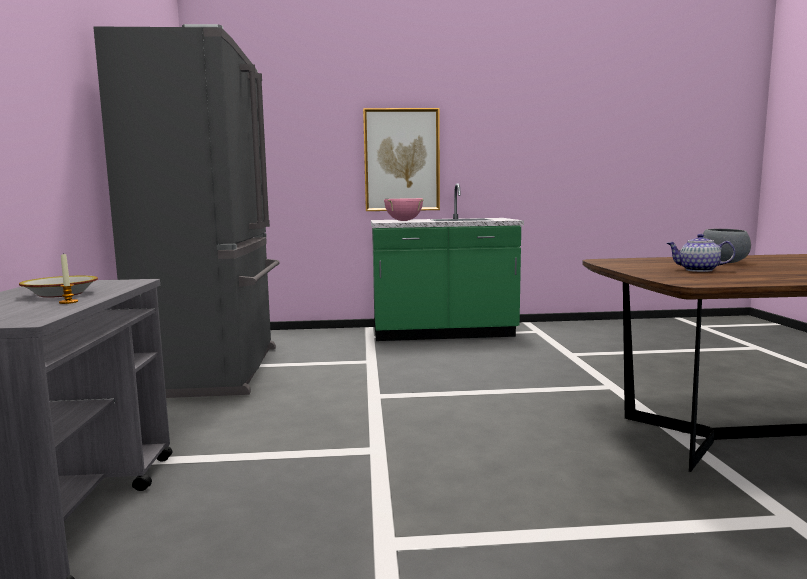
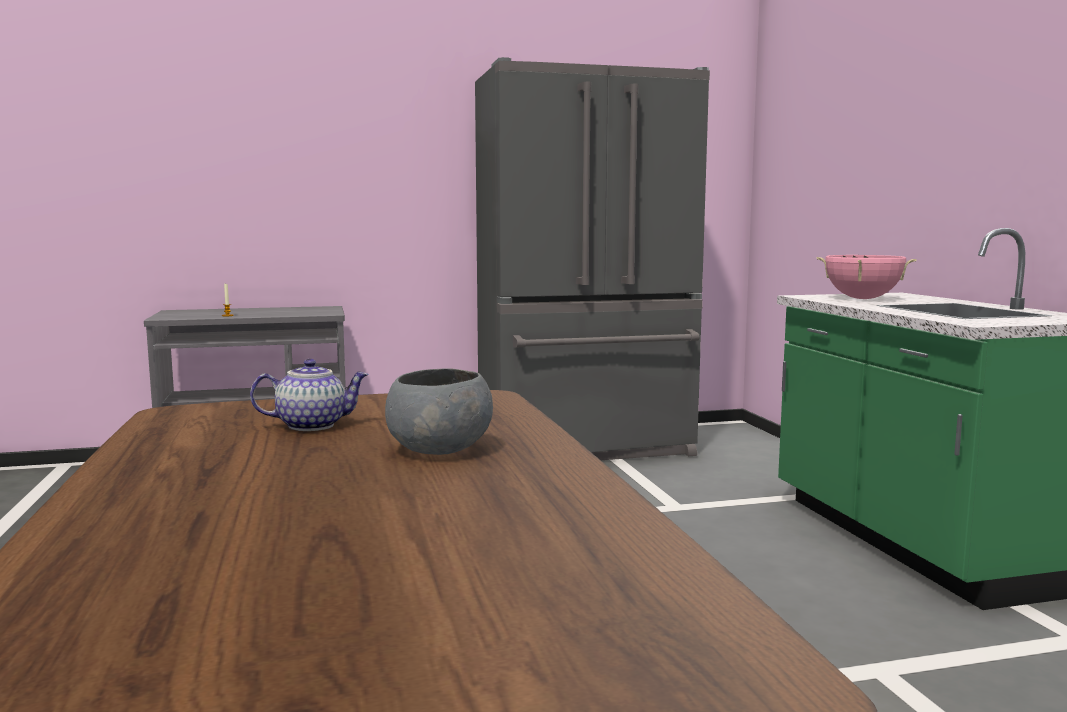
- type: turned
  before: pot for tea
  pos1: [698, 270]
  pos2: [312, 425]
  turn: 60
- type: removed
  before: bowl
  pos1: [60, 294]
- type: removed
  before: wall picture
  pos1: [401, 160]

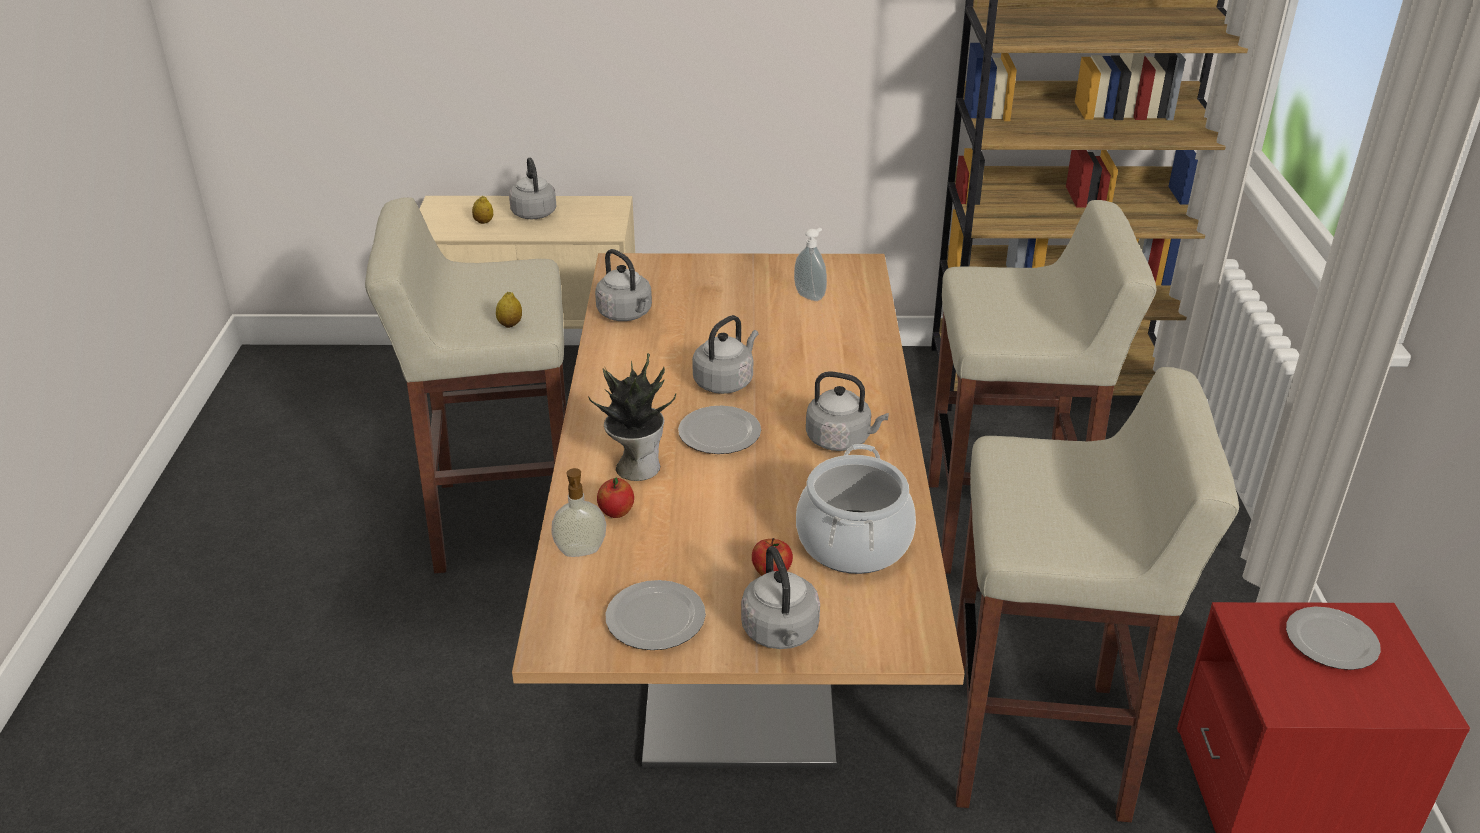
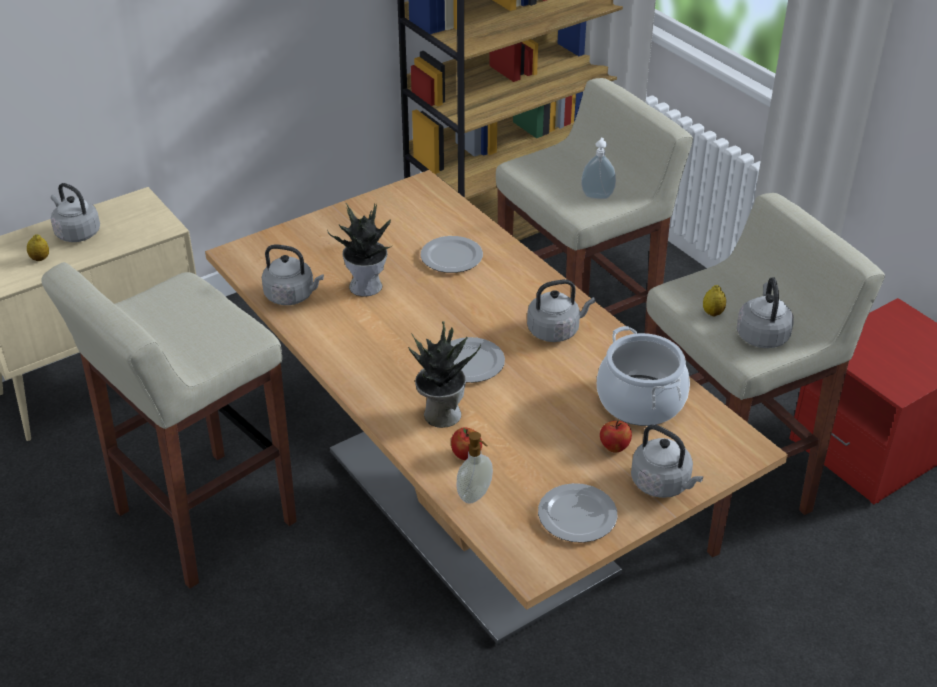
- type: added
  after: potted plant
  pos2: [367, 286]
- type: moved
  before: dinner plate
  pos1: [1332, 642]
  pos2: [452, 257]
- type: moved
  before: soap dispenser
  pos1: [811, 296]
  pos2: [597, 195]
- type: moved
  before: citrus fruit
  pos1: [510, 324]
  pos2: [712, 313]
- type: moved
  before: kettle/greyish
  pos1: [725, 381]
  pos2: [762, 335]

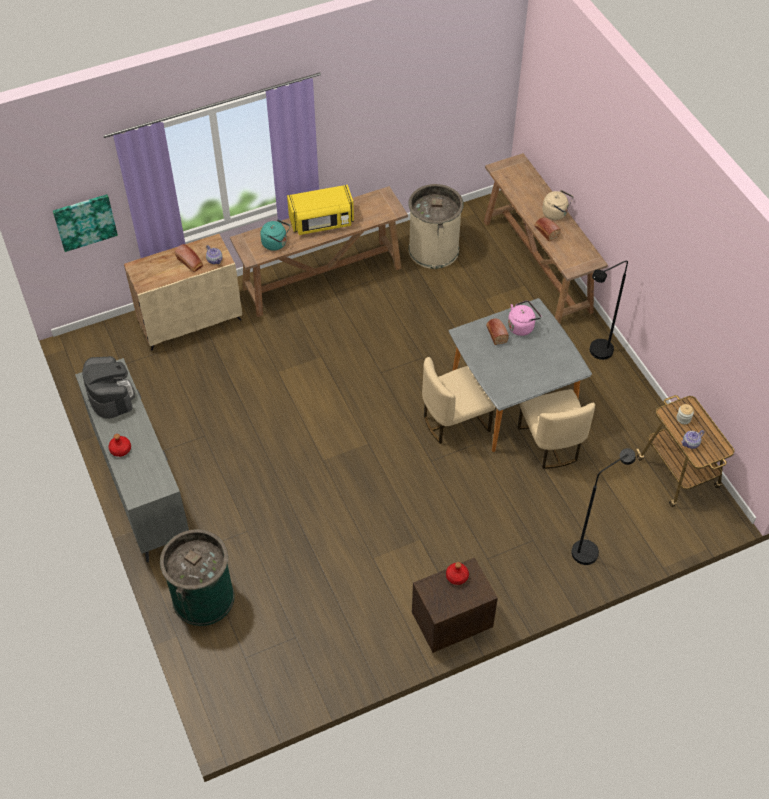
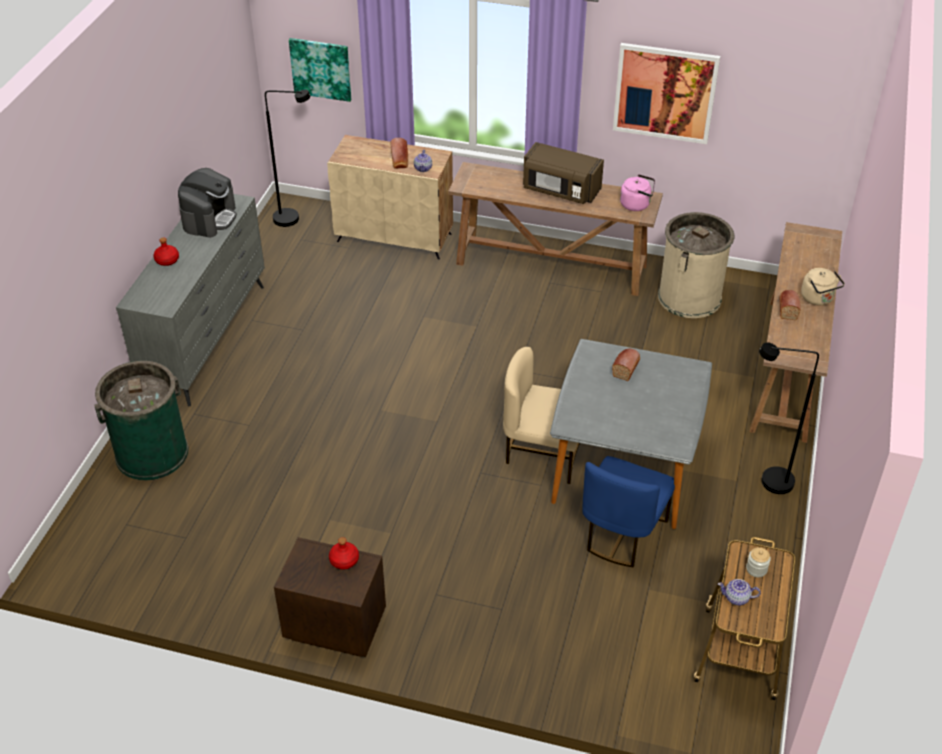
- type: moved
  before: standing lamp/blackish
  pos1: [590, 548]
  pos2: [293, 219]
- type: recoloured
  before: microwave oven/yellow
  after: microwave oven/brown
  pos1: [322, 222]
  pos2: [560, 190]
- type: recoloured
  before: chair/beige
  after: chair/bluish
  pos1: [550, 443]
  pos2: [622, 534]
- type: added
  after: wall picture
  pos2: [665, 93]
- type: moved
  before: kettle/pinkish
  pos1: [522, 326]
  pos2: [637, 204]
- type: removed
  before: kettle/turquoise
  pos1: [276, 243]

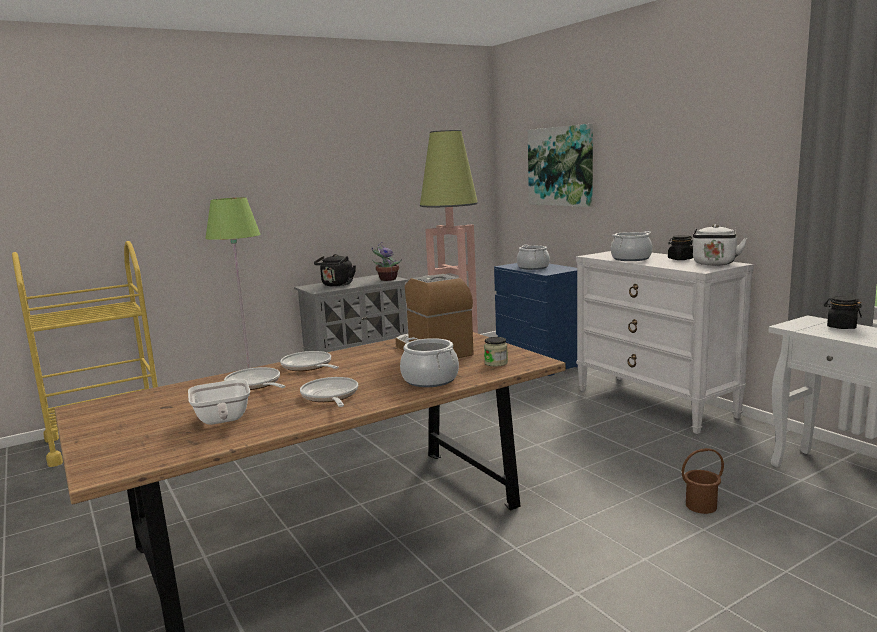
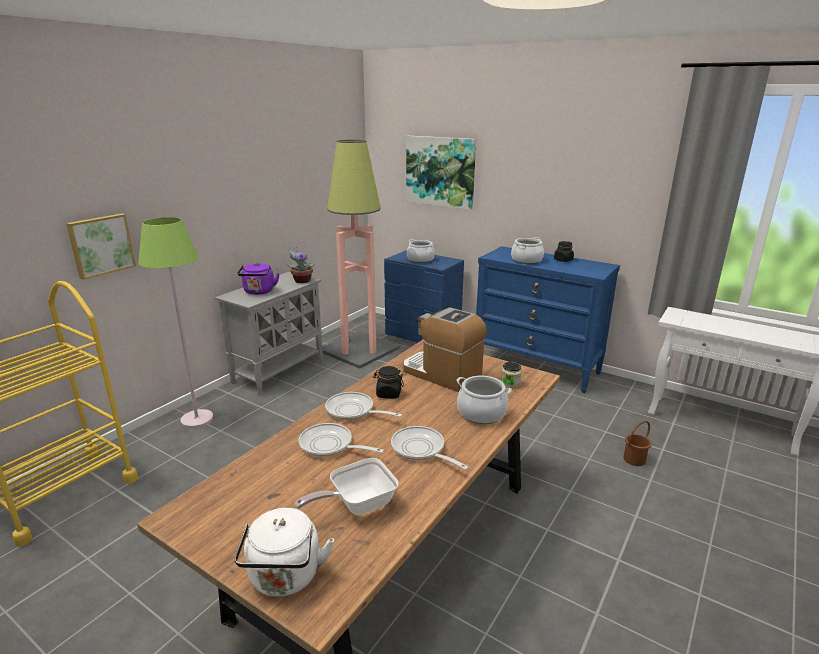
- type: added
  after: wall picture
  pos2: [101, 245]
- type: moved
  before: kettle/whitish
  pos1: [714, 264]
  pos2: [285, 578]
- type: recoloured
  before: kettle/blackish
  after: kettle/purplish
  pos1: [336, 285]
  pos2: [259, 292]
- type: turned
  before: frying pan
  pos1: [222, 421]
  pos2: [357, 504]
  turn: 105
- type: moved
  before: storage jar/blackish
  pos1: [841, 327]
  pos2: [388, 394]
- type: recoloured
  before: chest of drawers/whitish
  after: chest of drawers/bluish
  pos1: [655, 403]
  pos2: [537, 367]

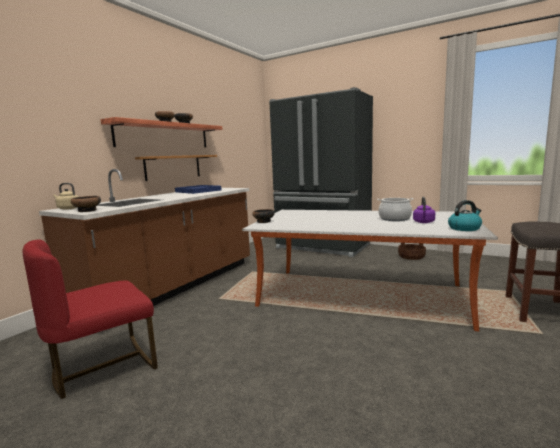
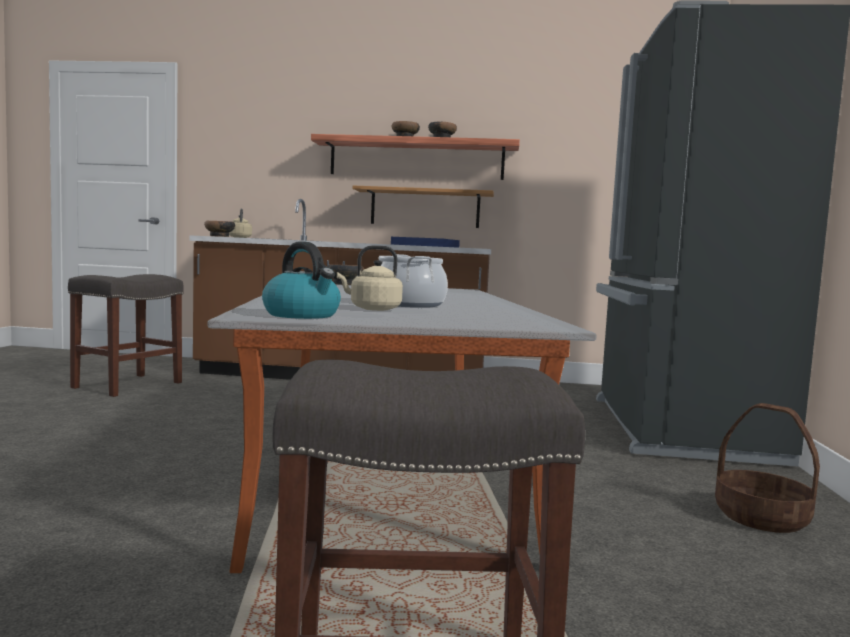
- type: replaced
  before: chair/reddish
  after: stool/greyish
  pos1: [103, 366]
  pos2: [128, 385]
- type: recoloured
  before: kettle/purplish
  after: kettle/beige
  pos1: [423, 222]
  pos2: [372, 309]

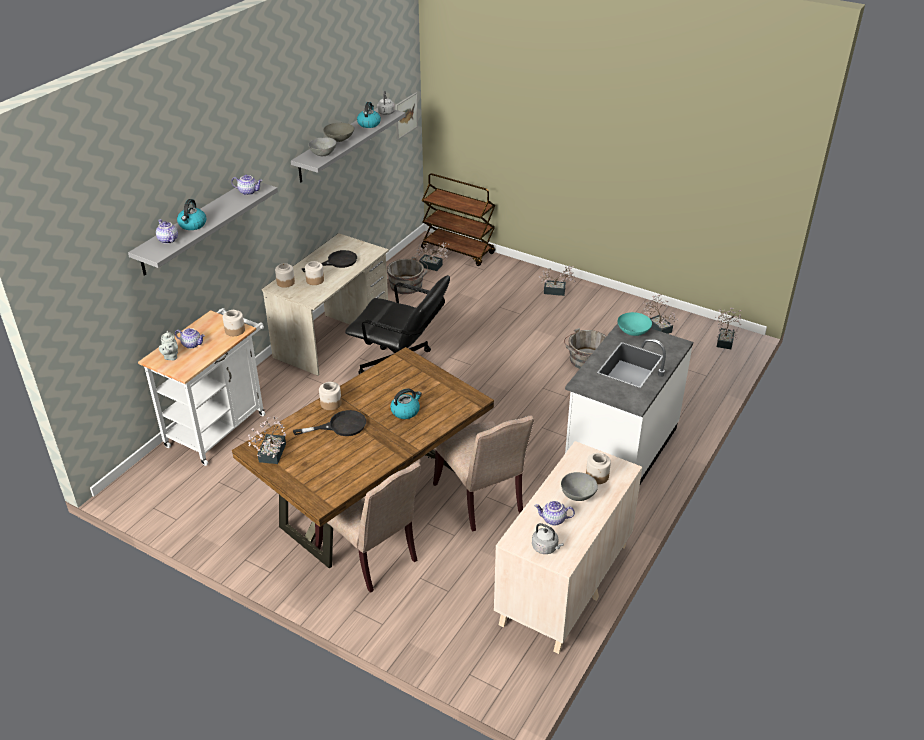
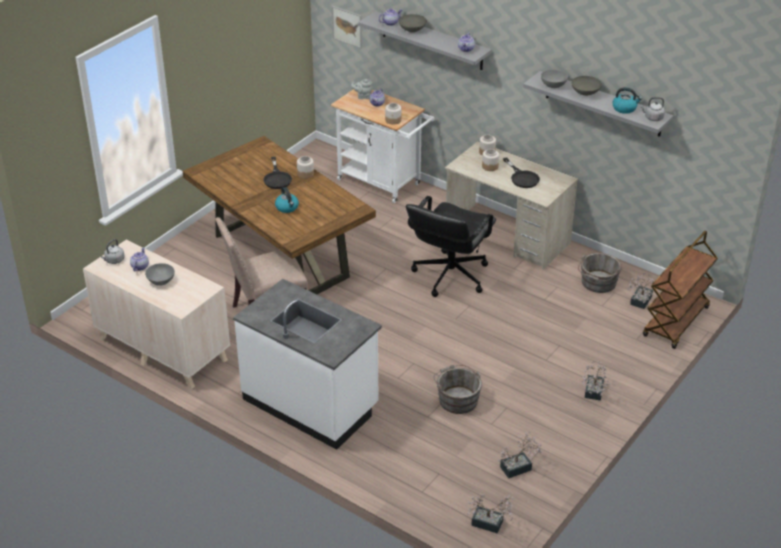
- type: moved
  before: wall picture
  pos1: [406, 115]
  pos2: [347, 26]
- type: replaced
  before: kettle
  after: bowl/greyish
  pos1: [192, 225]
  pos2: [412, 30]
- type: removed
  before: potted plant
  pos1: [271, 455]
- type: removed
  before: chair/beige
  pos1: [371, 556]
- type: removed
  before: storage jar
  pos1: [597, 476]
- type: removed
  before: bowl/turquoise
  pos1: [633, 332]

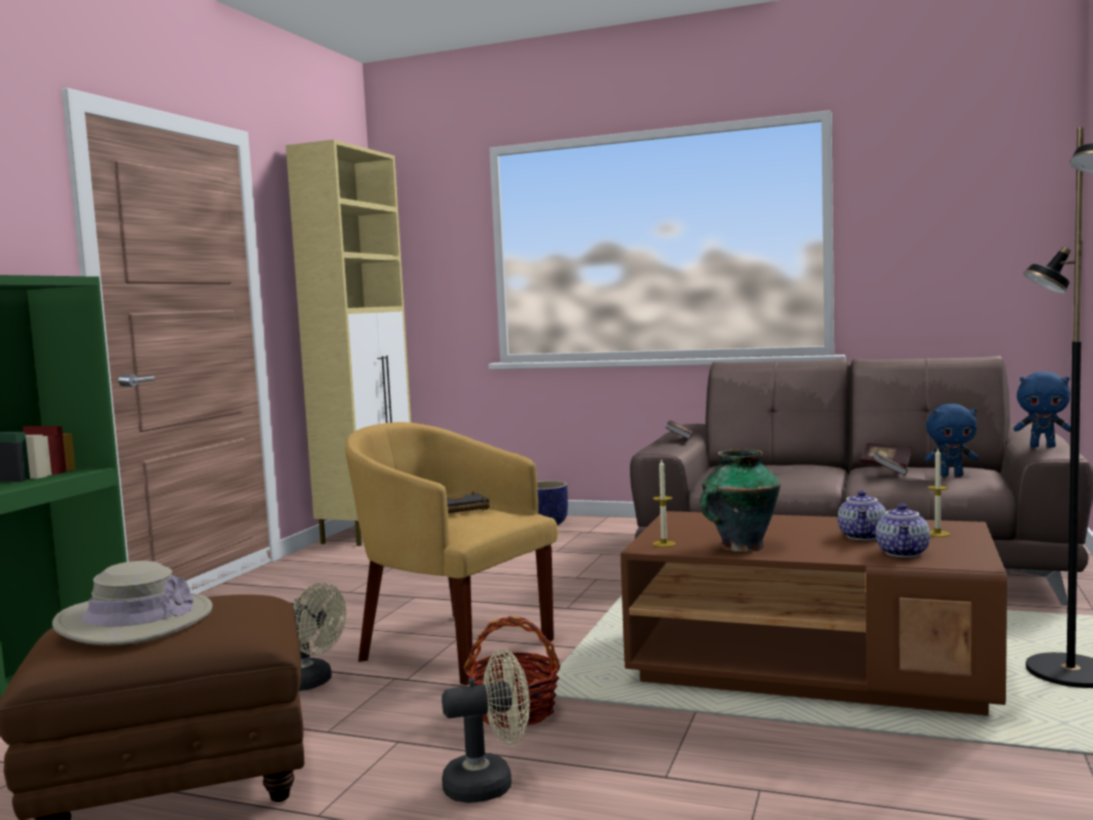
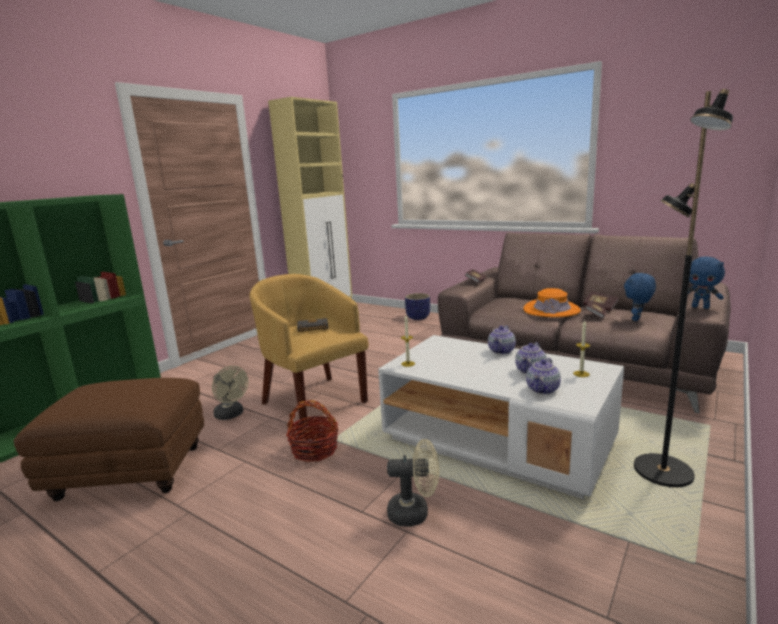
- type: recoloured
  before: low table/brown
  after: low table/whitish
  pos1: [811, 667]
  pos2: [498, 442]
- type: moved
  before: electric fan/beige
  pos1: [490, 784]
  pos2: [415, 513]
- type: added
  after: pot for tea
  pos2: [502, 351]
- type: added
  after: wearable hat/orangey
  pos2: [551, 310]
- type: turned
  before: cuddly toy/bluish
  pos1: [951, 475]
  pos2: [637, 319]
  turn: 105
- type: removed
  before: wearable hat/beige
  pos1: [135, 620]
- type: removed
  before: flower vase
  pos1: [740, 547]

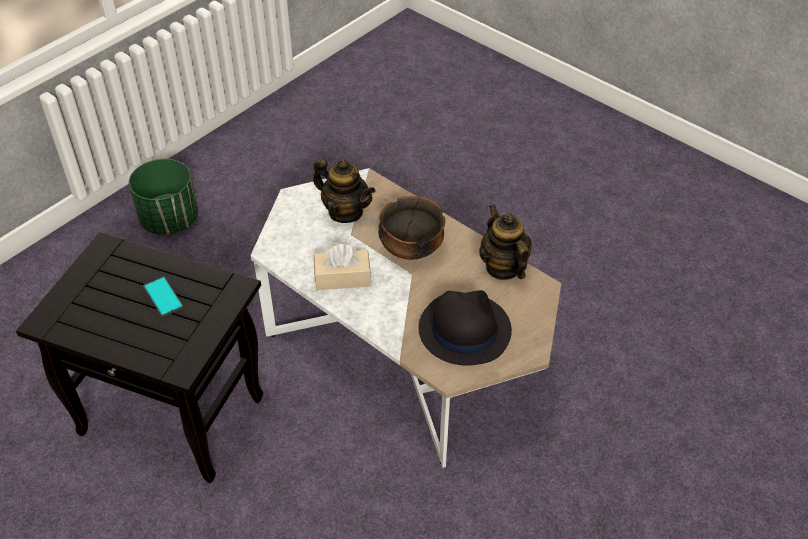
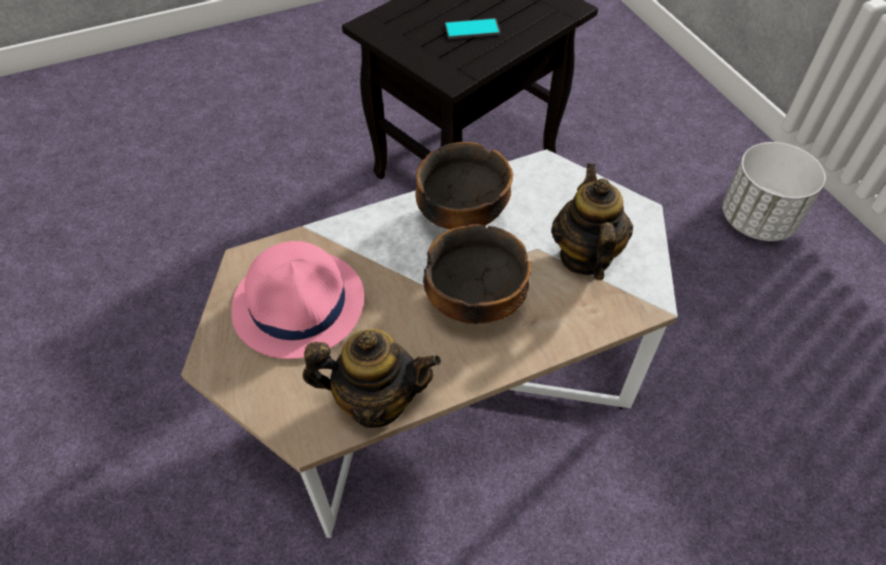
- type: recoloured
  before: wearable hat/blackish
  after: wearable hat/pinkish
  pos1: [464, 329]
  pos2: [300, 303]
- type: replaced
  before: tissue holder/beige
  after: bowl
  pos1: [342, 278]
  pos2: [461, 216]
- type: turned
  before: pot for tea
  pos1: [345, 212]
  pos2: [585, 256]
  turn: 120
- type: recoloured
  before: plant pot/green
  after: plant pot/whitish
  pos1: [170, 220]
  pos2: [757, 221]

